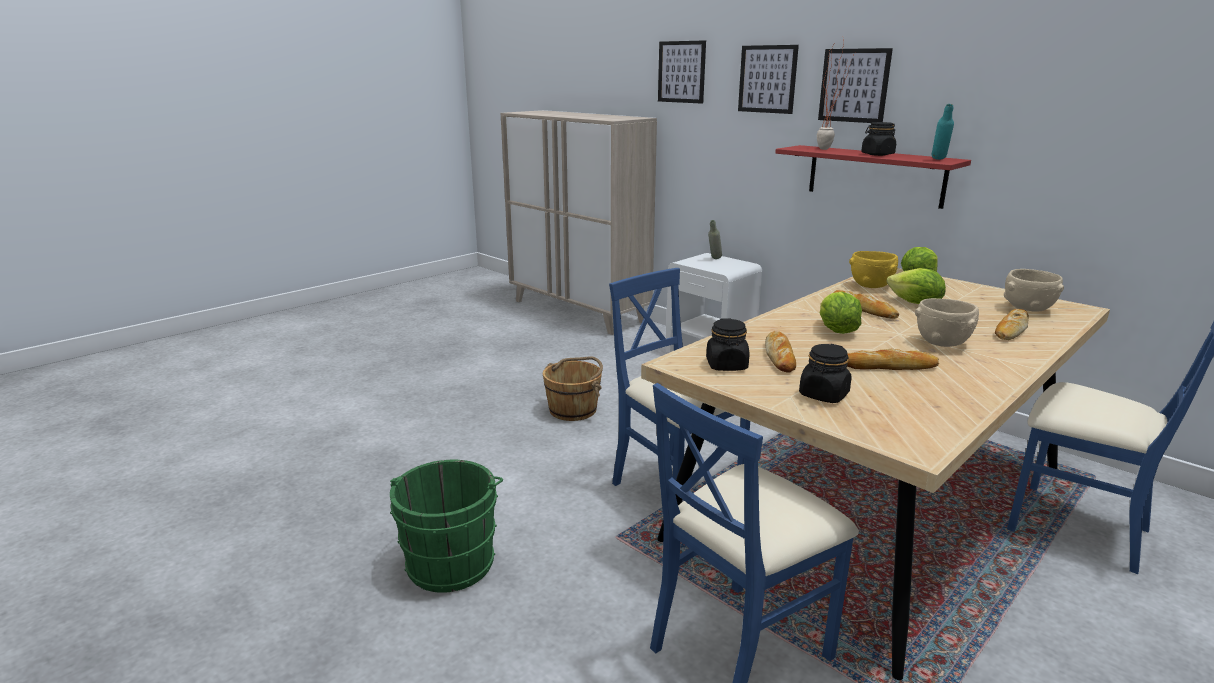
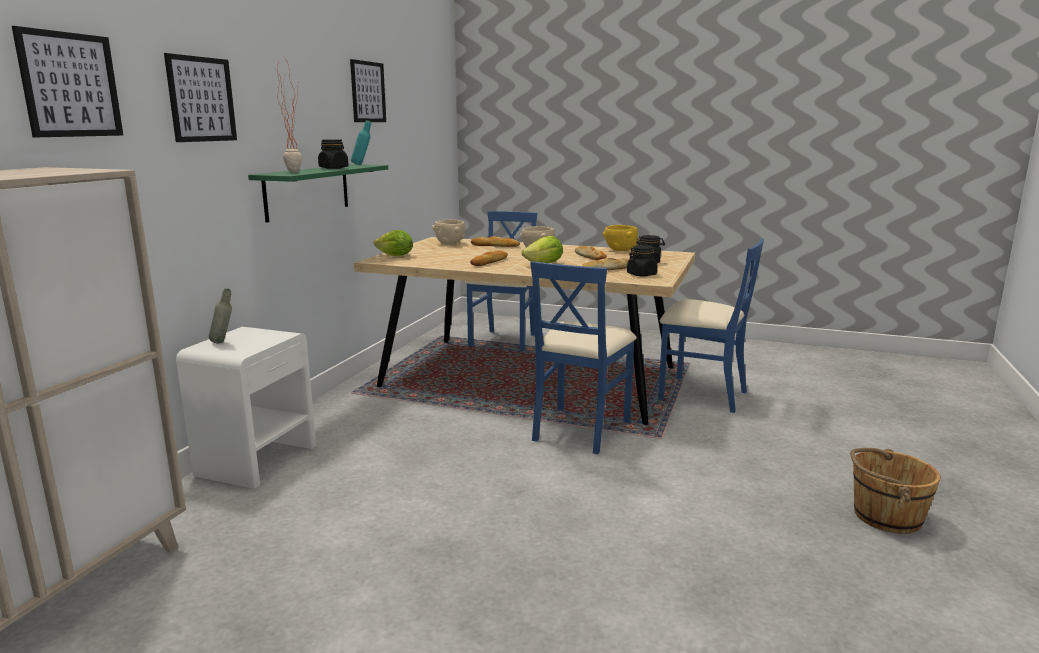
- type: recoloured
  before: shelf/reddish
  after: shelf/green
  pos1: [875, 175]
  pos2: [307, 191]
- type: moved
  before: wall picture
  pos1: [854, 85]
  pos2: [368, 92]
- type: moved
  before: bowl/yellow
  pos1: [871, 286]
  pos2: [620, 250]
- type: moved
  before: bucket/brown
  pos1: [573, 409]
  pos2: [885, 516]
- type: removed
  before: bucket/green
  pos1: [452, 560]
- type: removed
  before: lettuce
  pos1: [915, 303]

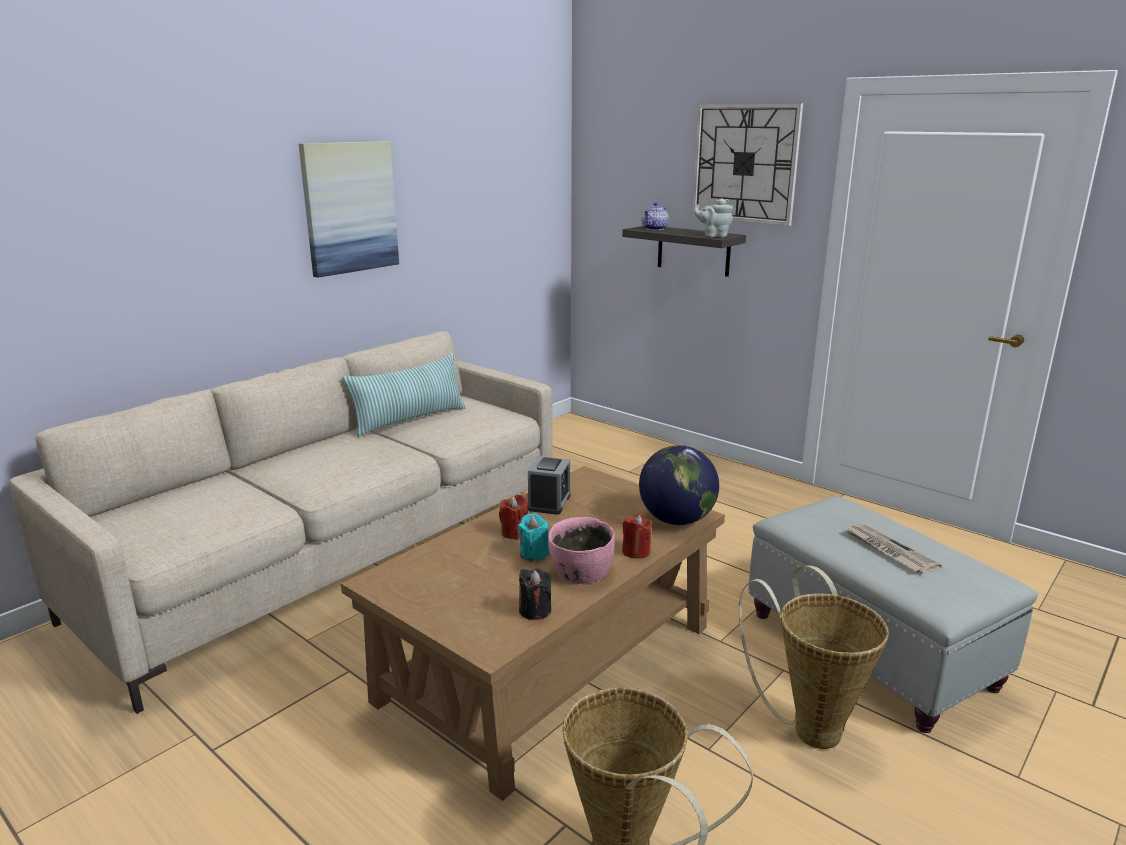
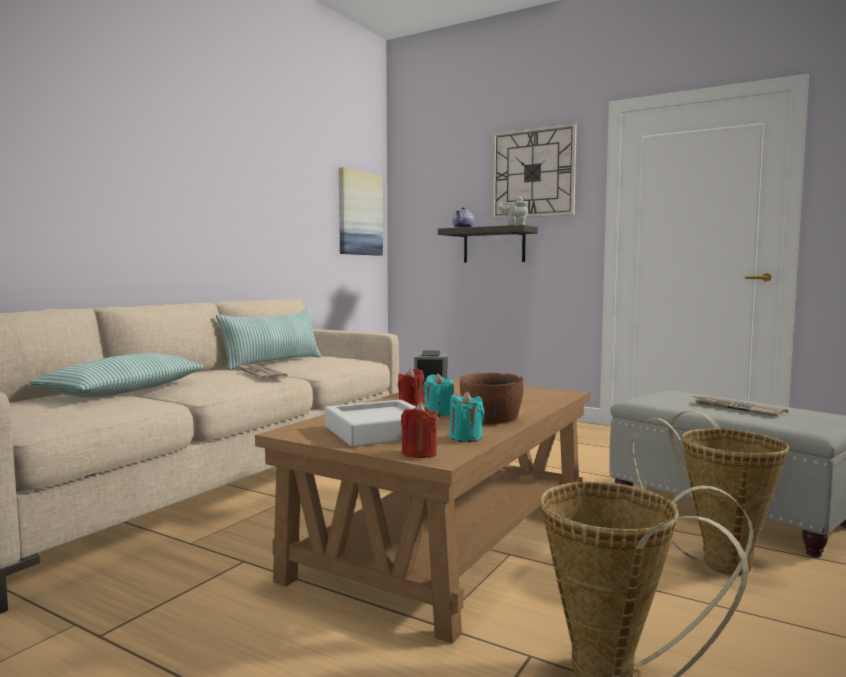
- type: added
  after: cushion
  pos2: [125, 391]
- type: added
  after: newspaper
  pos2: [260, 374]
- type: added
  after: tray/greyish
  pos2: [378, 431]
- type: moved
  before: wall picture
  pos1: [349, 207]
  pos2: [359, 213]
- type: moved
  before: wax light/reddish
  pos1: [636, 551]
  pos2: [419, 453]
- type: recoloured
  before: wax light/blackish
  after: wax light/turquoise
  pos1: [535, 611]
  pos2: [465, 438]
- type: recoloured
  before: bowl/pinkish
  after: bowl/brown
  pos1: [580, 571]
  pos2: [490, 419]
- type: removed
  before: desk globe
  pos1: [676, 520]

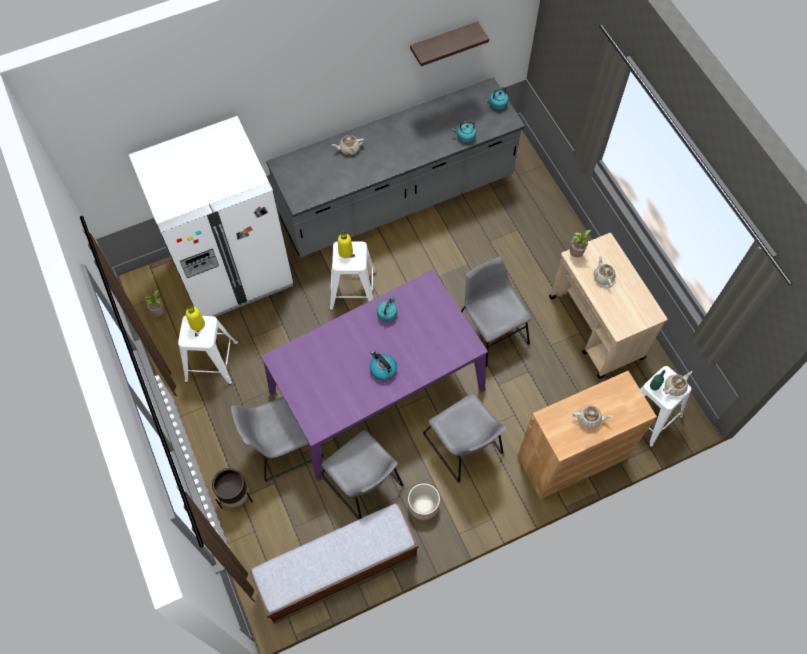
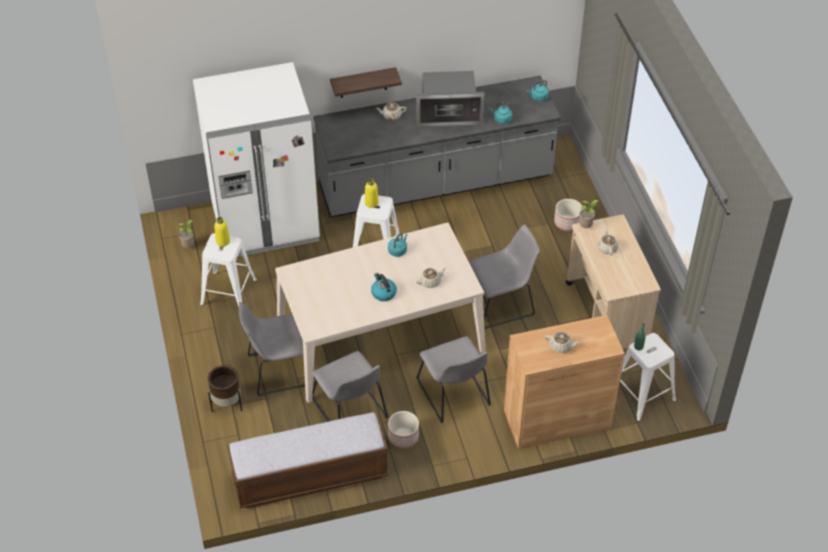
- type: recoloured
  before: dinner table/purplish
  after: dinner table/beige
  pos1: [377, 390]
  pos2: [380, 337]
- type: moved
  before: shelf
  pos1: [443, 43]
  pos2: [363, 83]
- type: added
  after: microwave oven
  pos2: [448, 114]
- type: moved
  before: pot for tea/beige
  pos1: [675, 387]
  pos2: [430, 282]
- type: turned
  before: chair/greyish
  pos1: [490, 330]
  pos2: [501, 303]
  turn: 90
- type: added
  after: plant pot
  pos2: [567, 222]

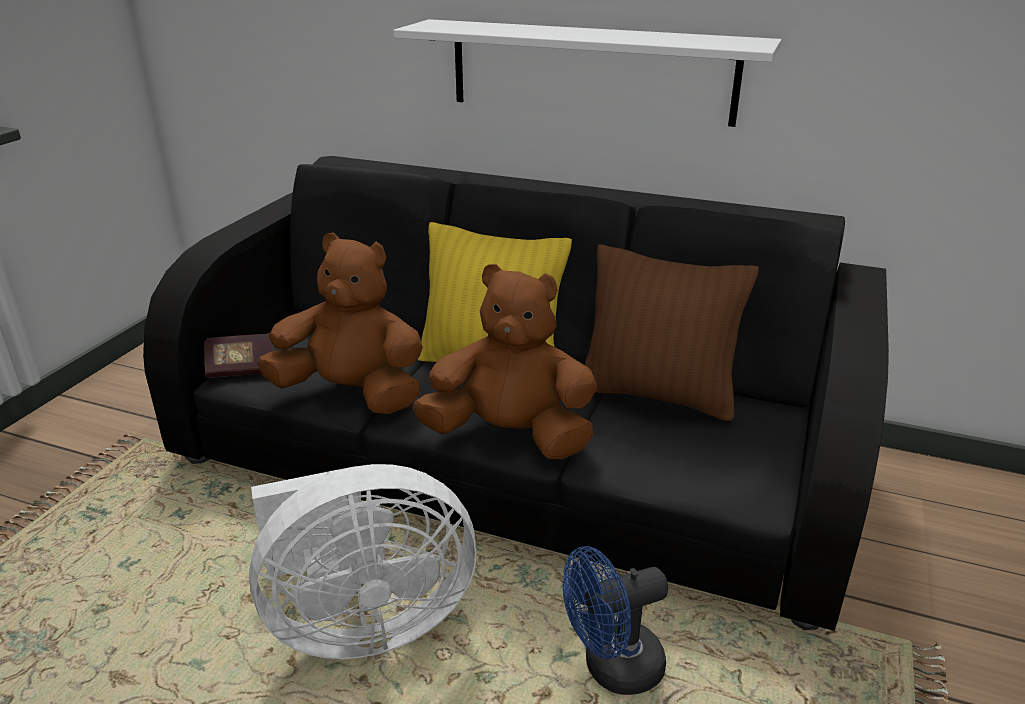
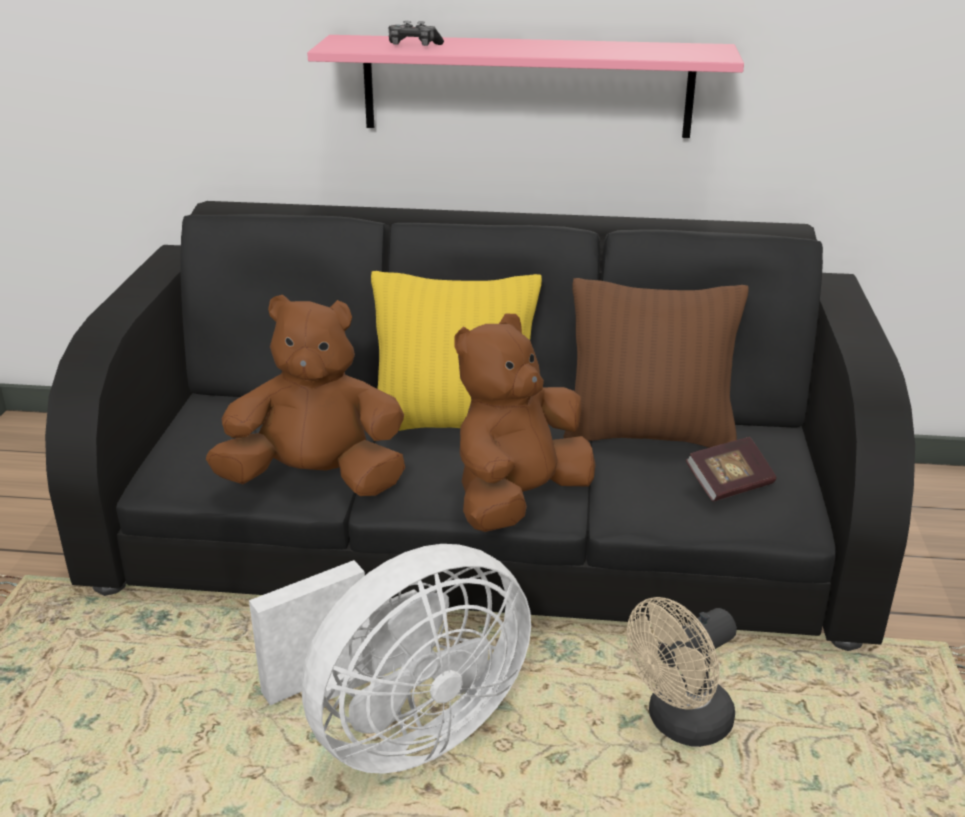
- type: recoloured
  before: shelf/whitish
  after: shelf/pinkish
  pos1: [590, 71]
  pos2: [527, 86]
- type: added
  after: gamepad
  pos2: [413, 46]
- type: turned
  before: cuddly toy/brown
  pos1: [510, 436]
  pos2: [518, 500]
  turn: -45
- type: recoloured
  before: electric fan/bluish
  after: electric fan/beige
  pos1: [612, 668]
  pos2: [680, 724]
- type: moved
  before: volume
  pos1: [242, 368]
  pos2: [729, 484]

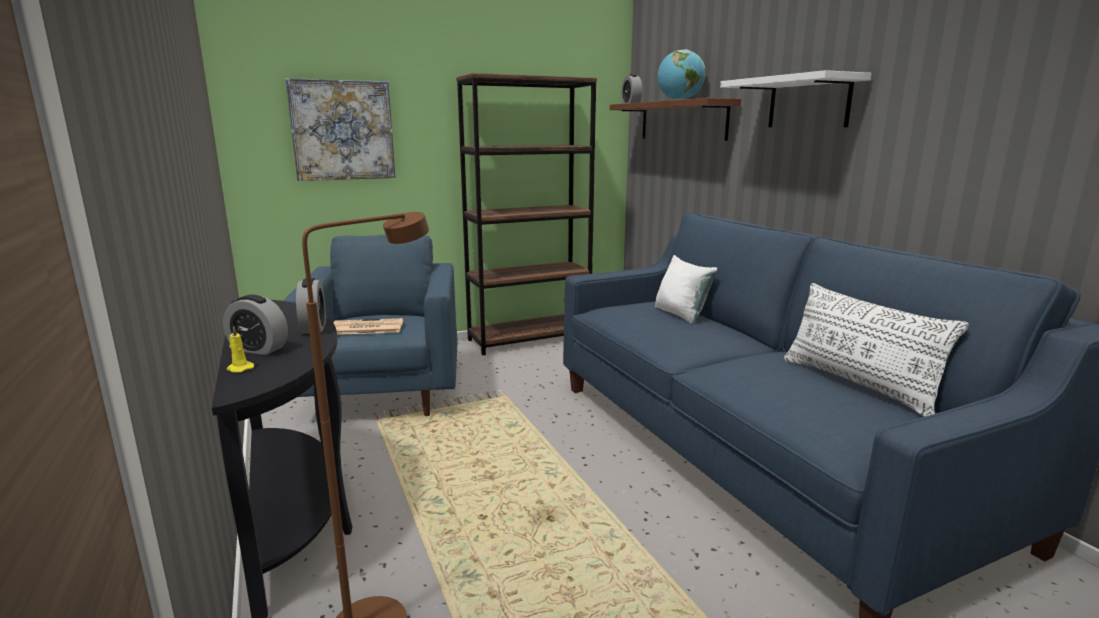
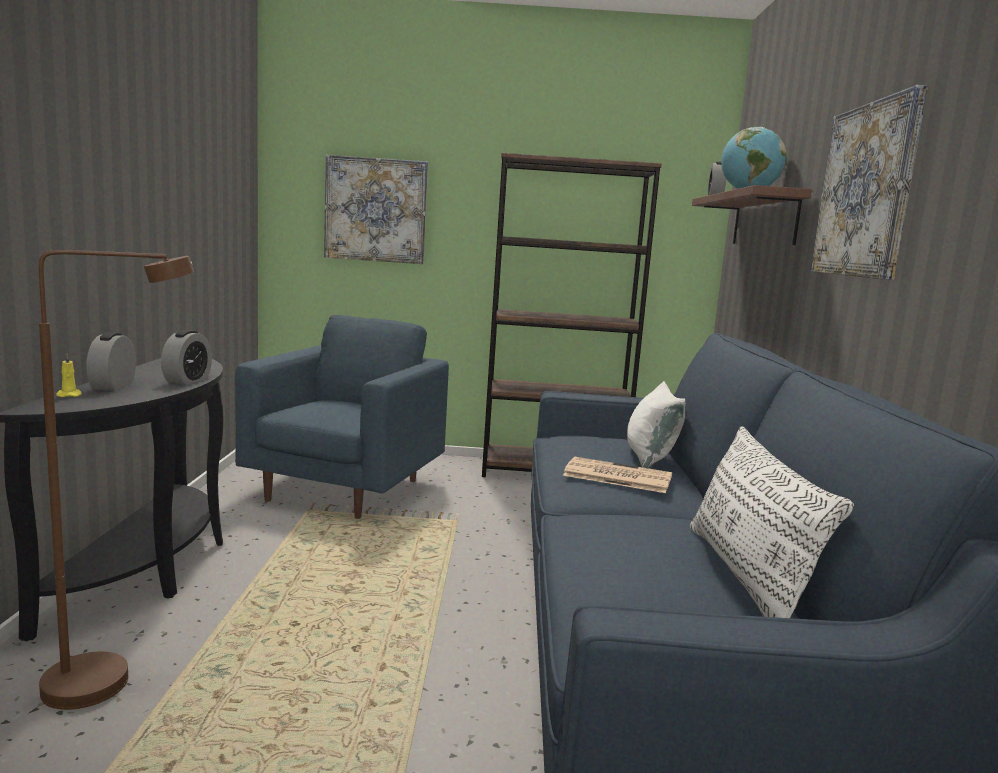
- type: turned
  before: table clock
  pos1: [259, 349]
  pos2: [113, 386]
  turn: 45
- type: moved
  before: newspaper
  pos1: [365, 328]
  pos2: [616, 476]
- type: replaced
  before: shelf/whitish
  after: wall picture
  pos1: [808, 102]
  pos2: [866, 191]

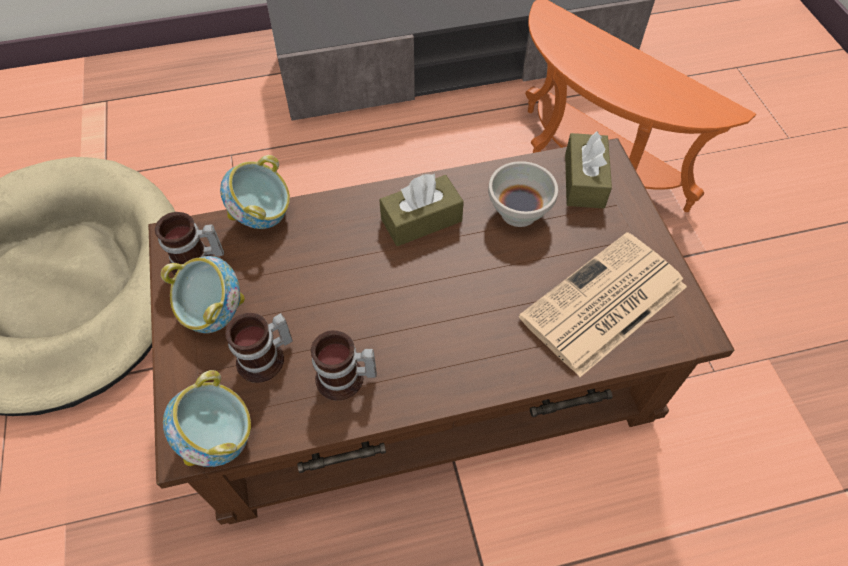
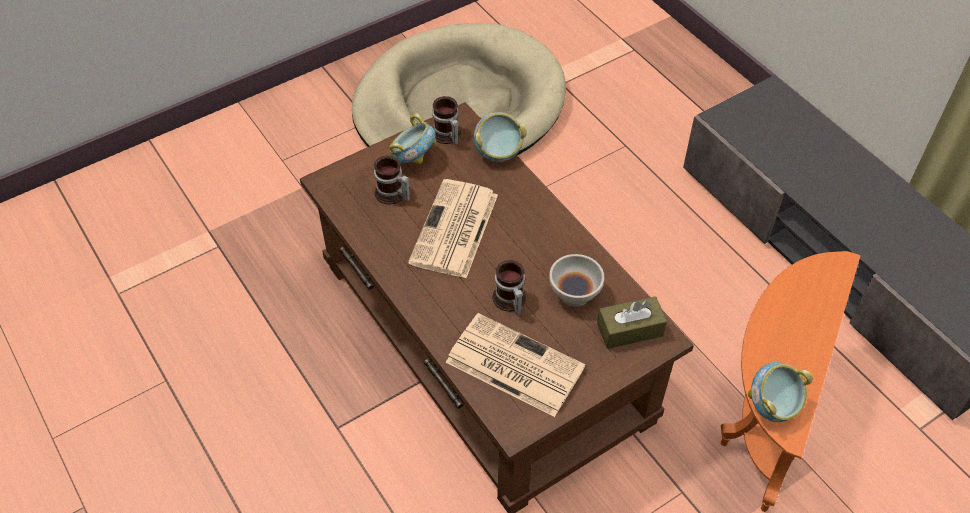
- type: added
  after: newspaper
  pos2: [454, 230]
- type: moved
  before: coffee mug
  pos1: [344, 380]
  pos2: [509, 301]
- type: moved
  before: bowl
  pos1: [219, 438]
  pos2: [772, 407]
- type: removed
  before: tissue holder/brown
  pos1: [421, 220]

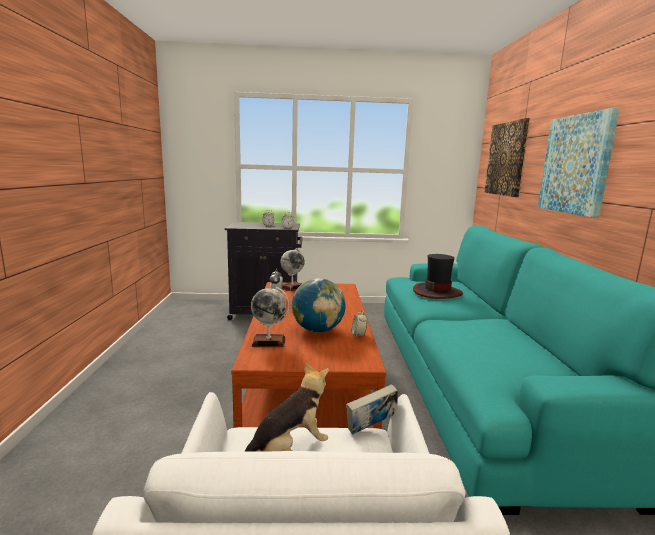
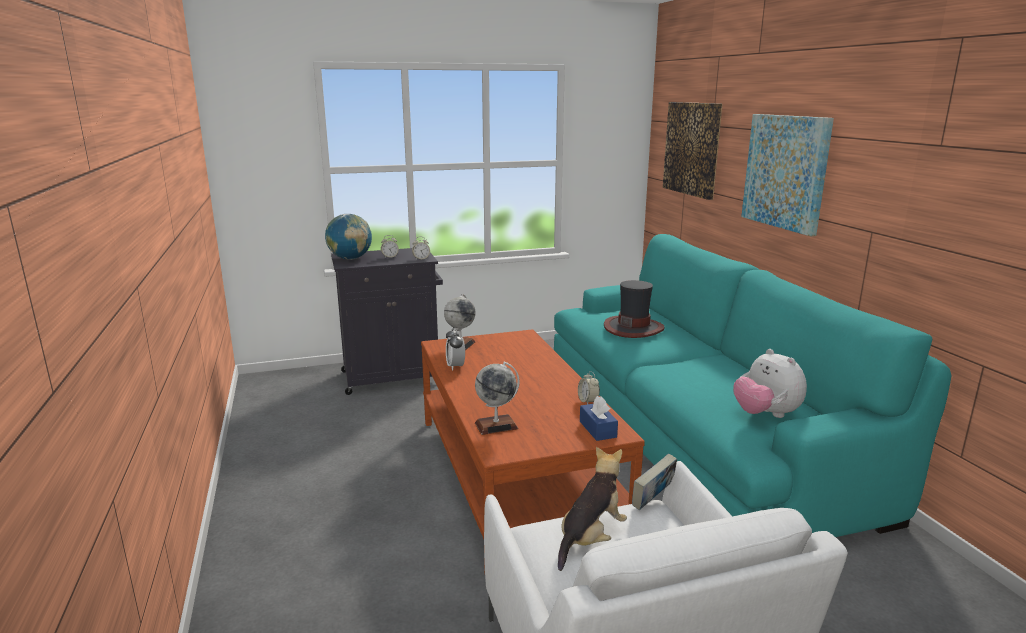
- type: moved
  before: desk globe
  pos1: [318, 330]
  pos2: [350, 259]
- type: added
  after: tissue holder/bluish
  pos2: [597, 429]
- type: added
  after: cuddly toy
  pos2: [765, 414]

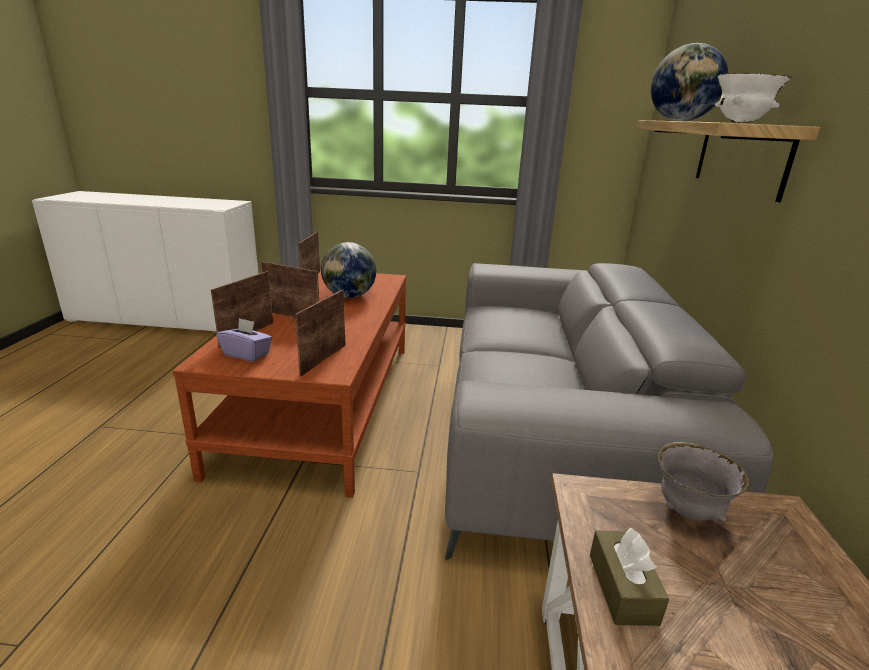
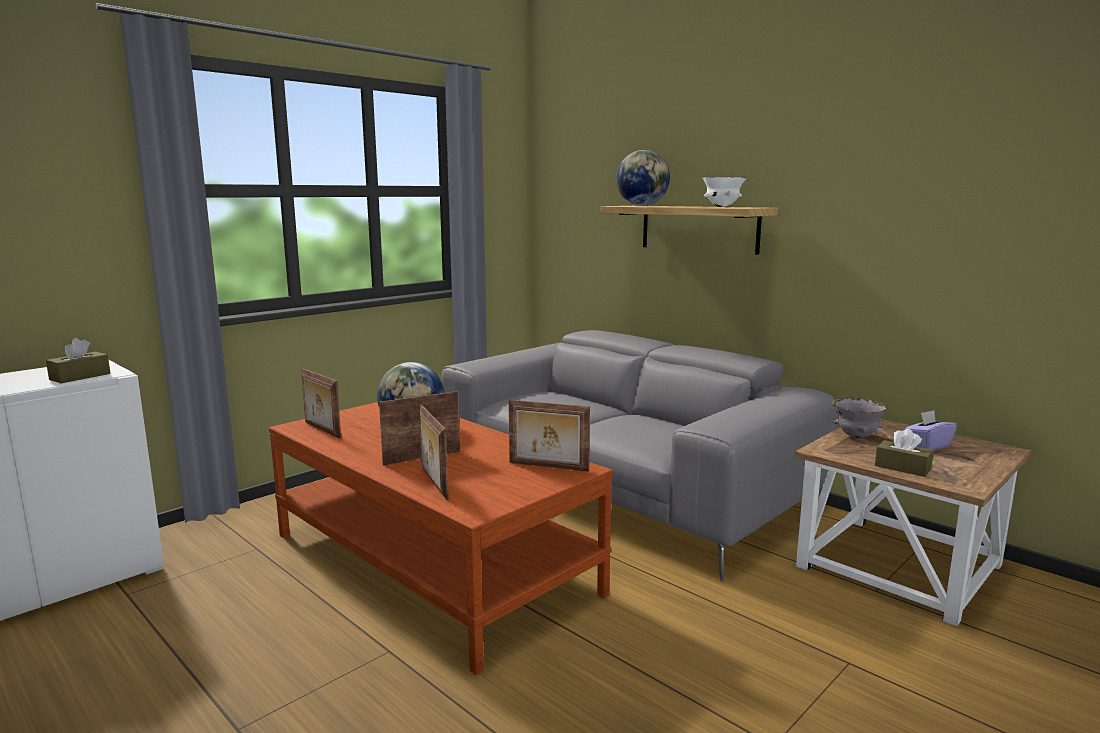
- type: added
  after: tissue holder/brown
  pos2: [80, 376]
- type: turned
  before: standing frame
  pos1: [322, 359]
  pos2: [548, 467]
  turn: -45
- type: moved
  before: tissue holder/purplish
  pos1: [247, 354]
  pos2: [927, 446]

